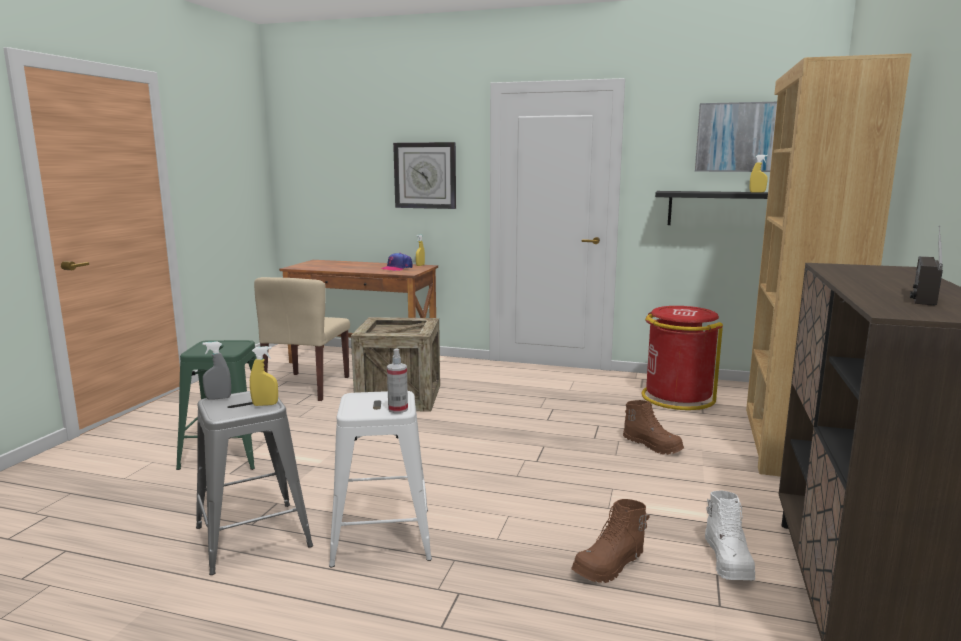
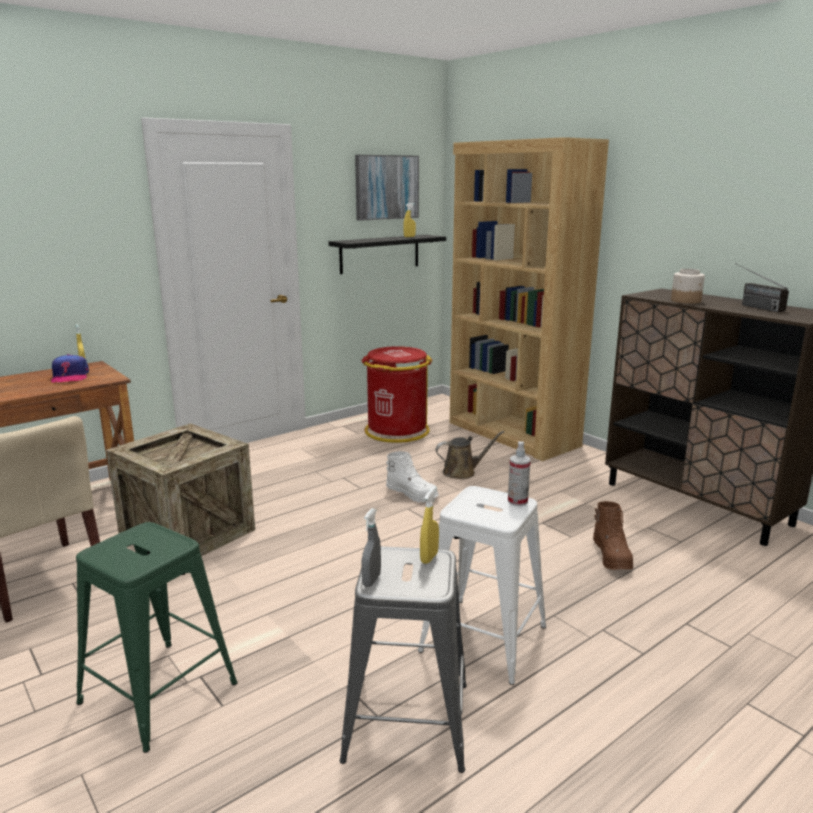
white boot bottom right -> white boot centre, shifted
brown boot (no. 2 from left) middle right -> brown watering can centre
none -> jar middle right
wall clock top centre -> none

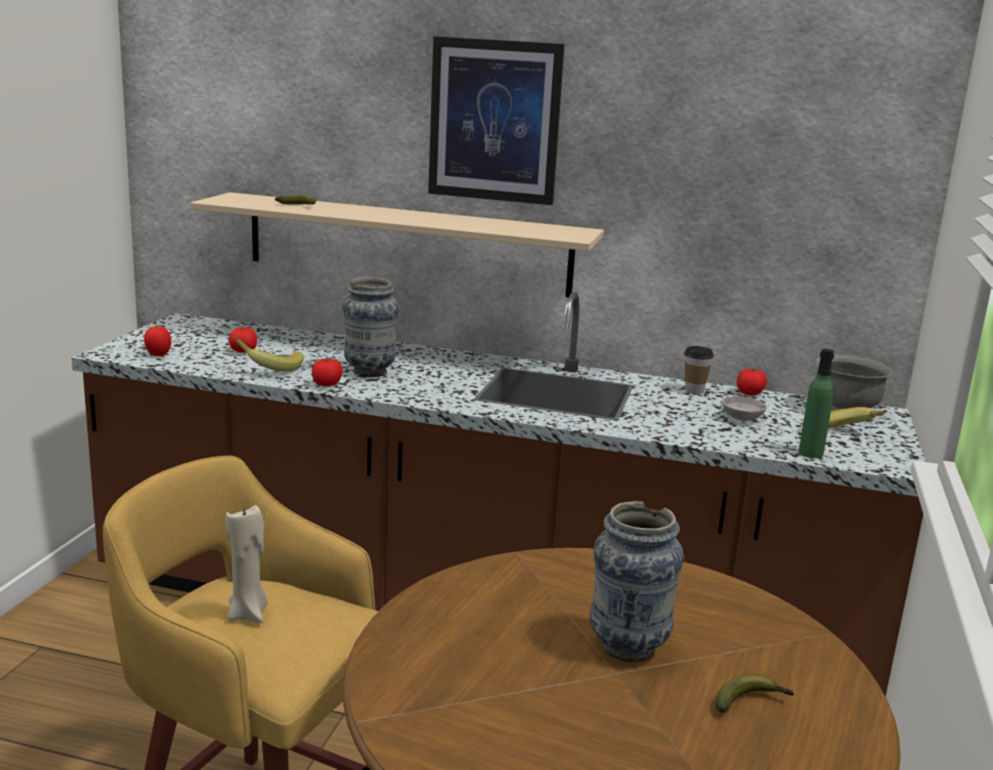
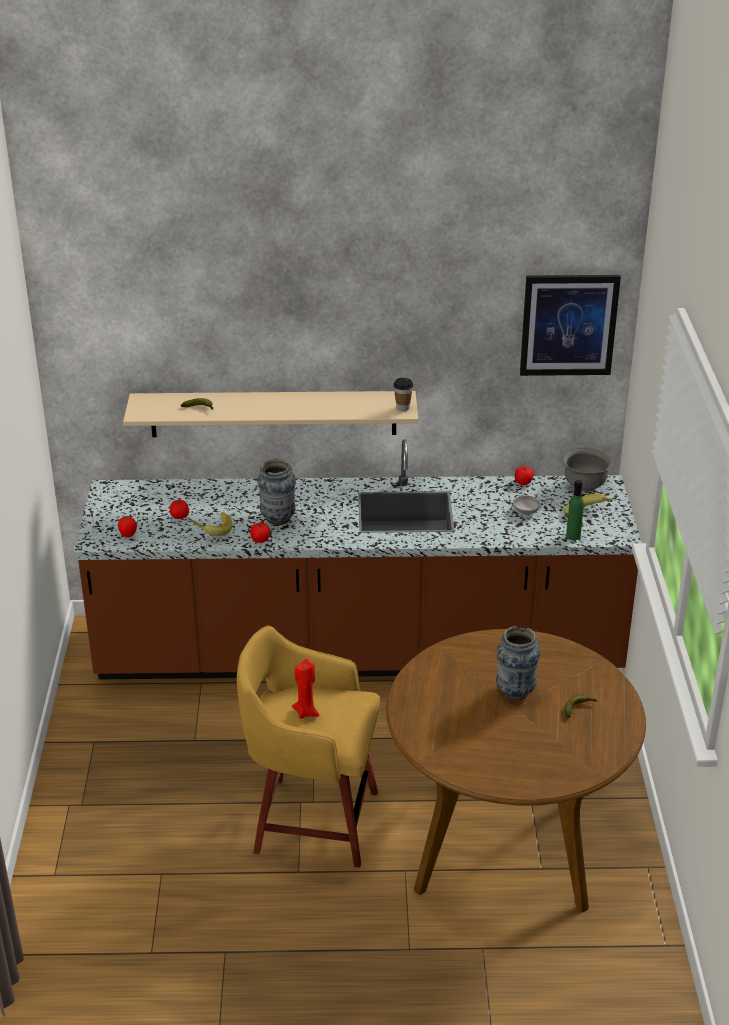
beige candle bottom left -> red candle bottom centre
cup middle right -> cup centre, shifted
picture top centre -> picture top right, shifted

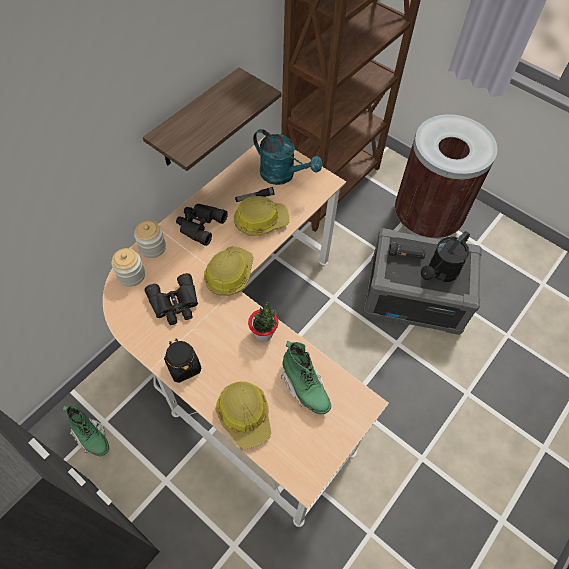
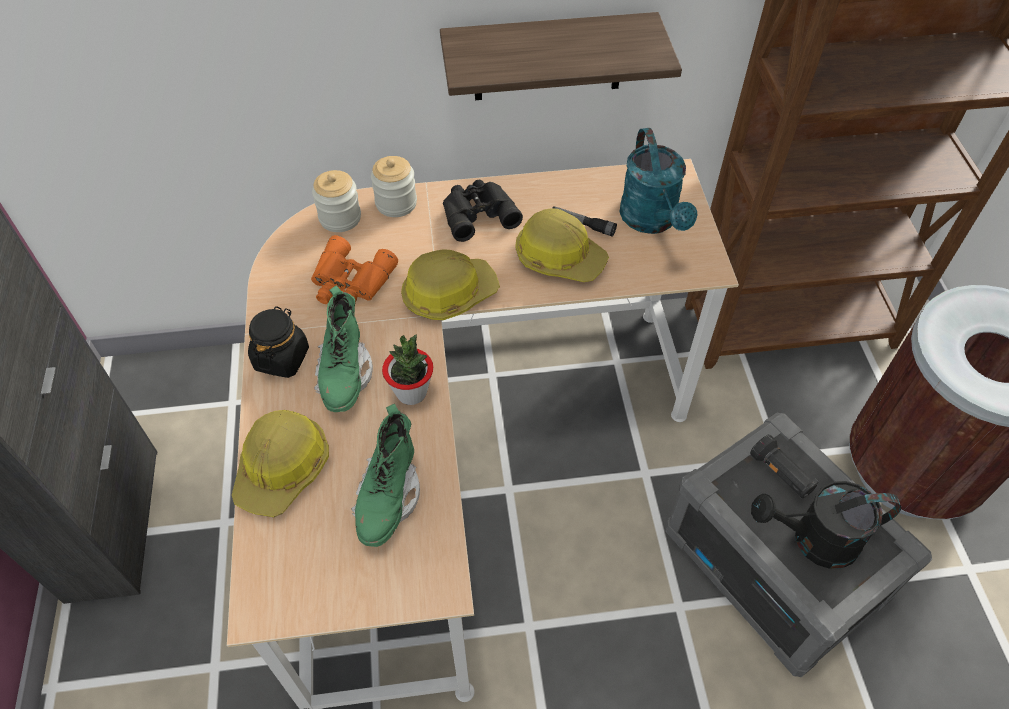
black binoculars (no. 1 from left) middle left -> orange binoculars centre
green boot (no. 1 from left) bottom left -> green boot (no. 1 from left) centre, shifted

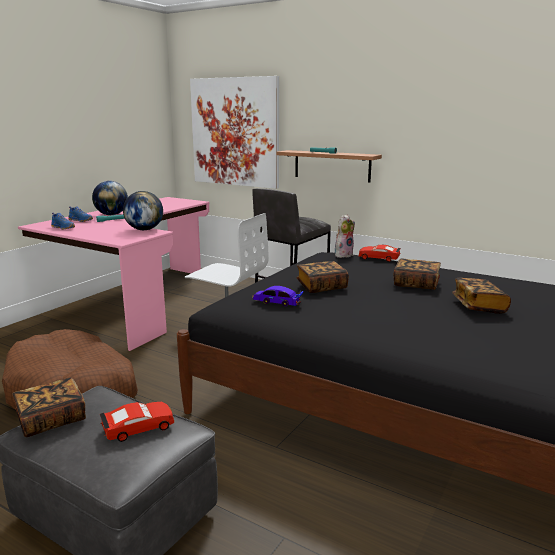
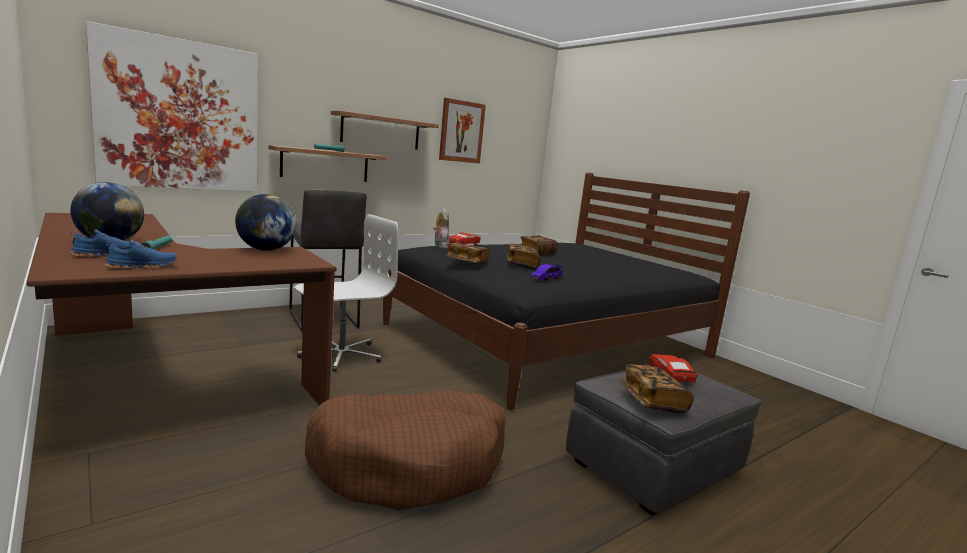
pink desk middle left -> brown desk middle left
none -> shelf (no. 2 from left) top centre
none -> picture (no. 2 from left) top centre
book (no. 4 from left in the first image) middle right -> book (no. 1 from left) centre, shifted

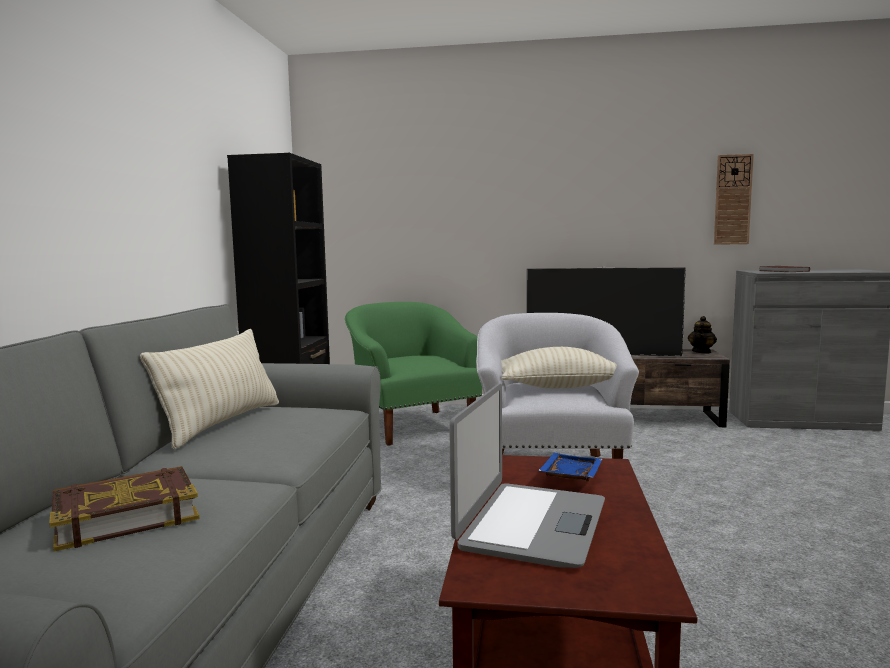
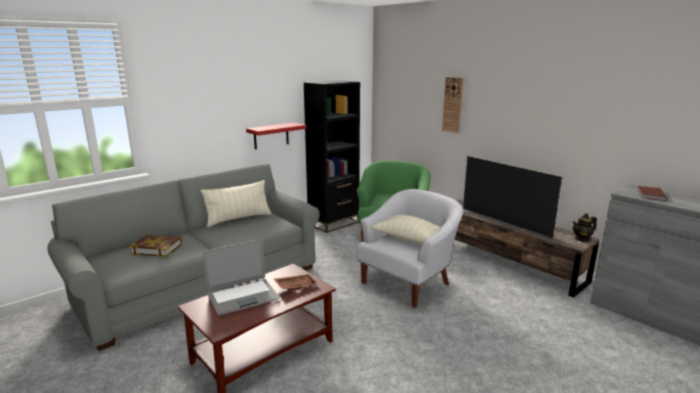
none -> red shelf centre
blue tray bottom centre -> brown tray bottom centre
wall clock top right -> wall clock top centre, shifted

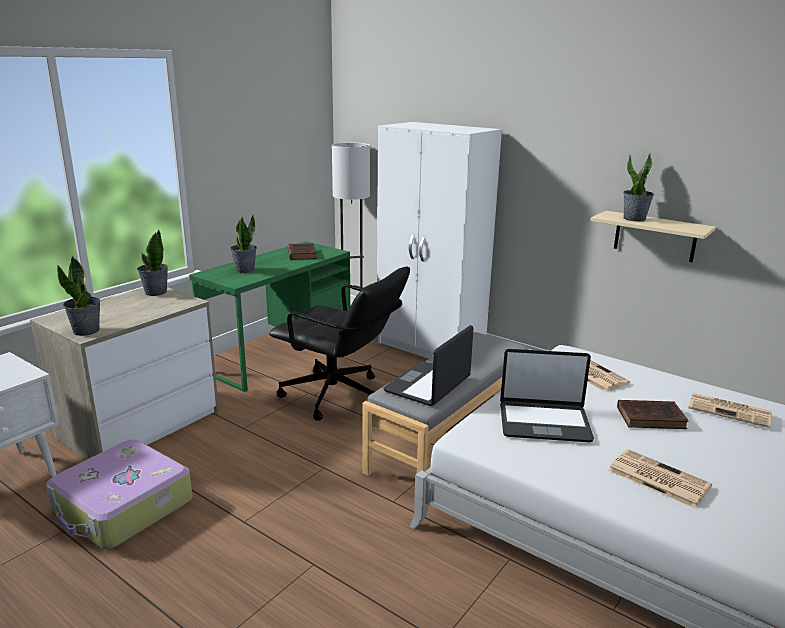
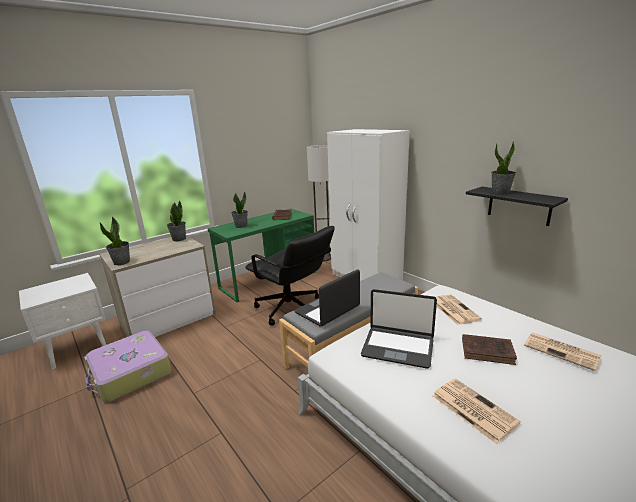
beige shelf middle right -> black shelf middle right

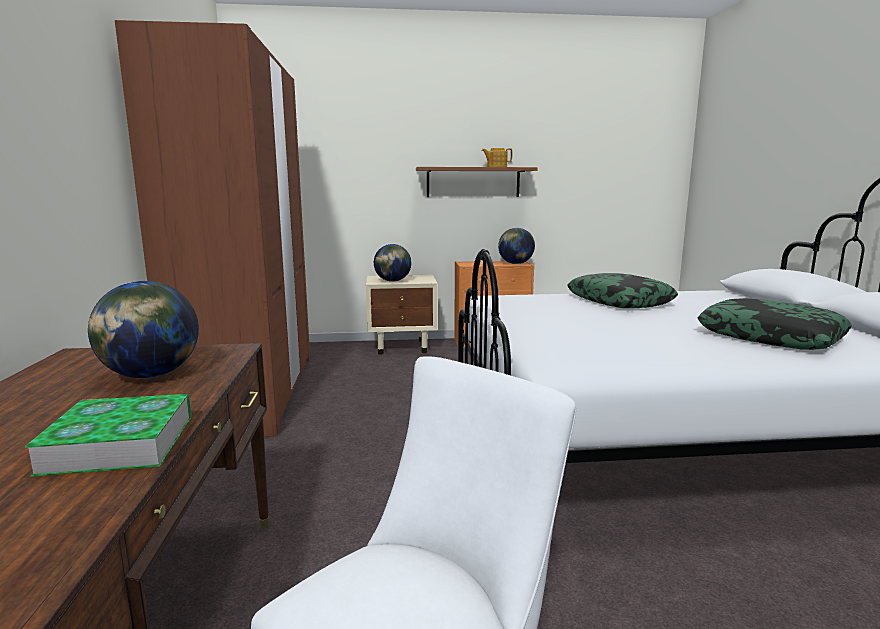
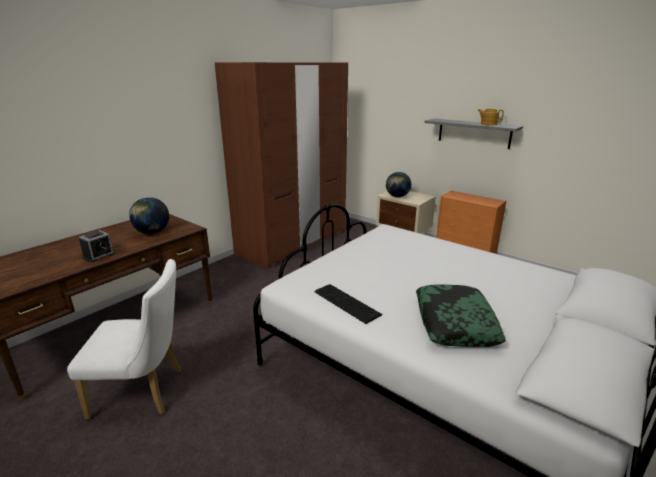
book bottom left -> alarm clock middle left
none -> keyboard centre
brown shelf top centre -> grey shelf top right
globe (no. 3 from left) centre -> none
pillow (no. 1 from left) middle right -> none

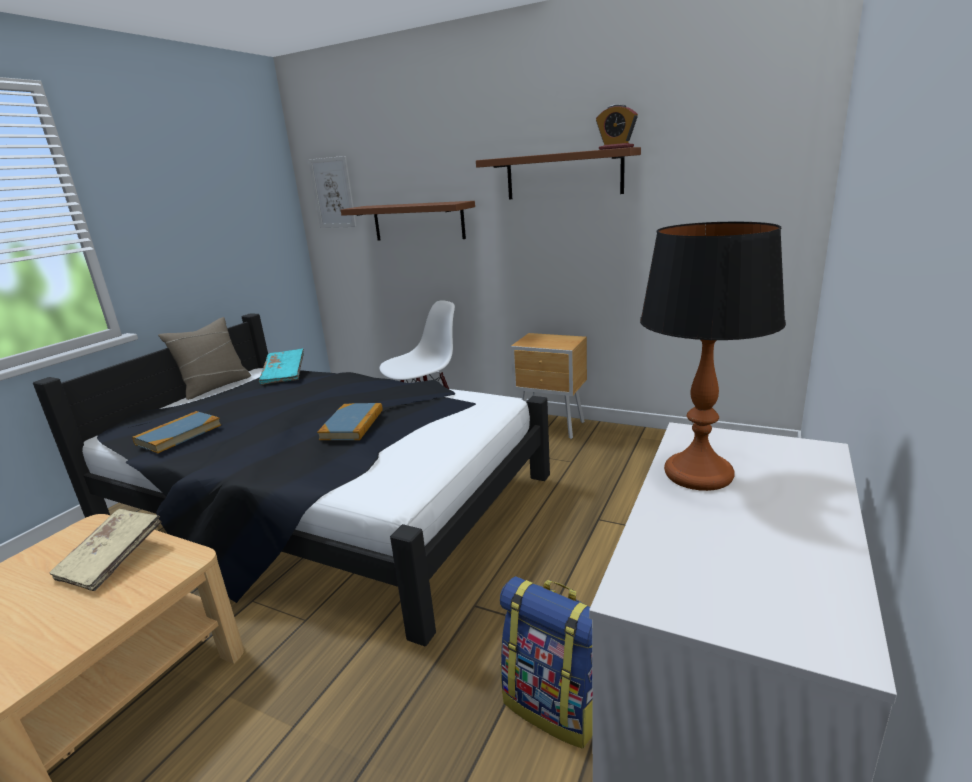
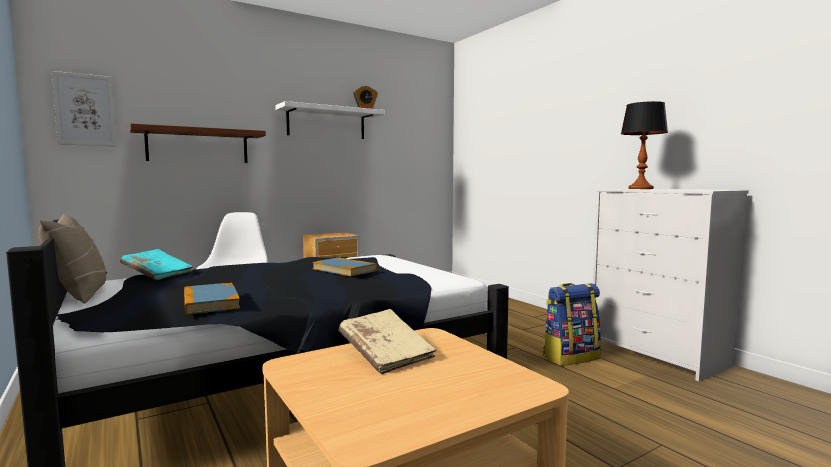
brown shelf (no. 2 from left) top centre -> white shelf top centre

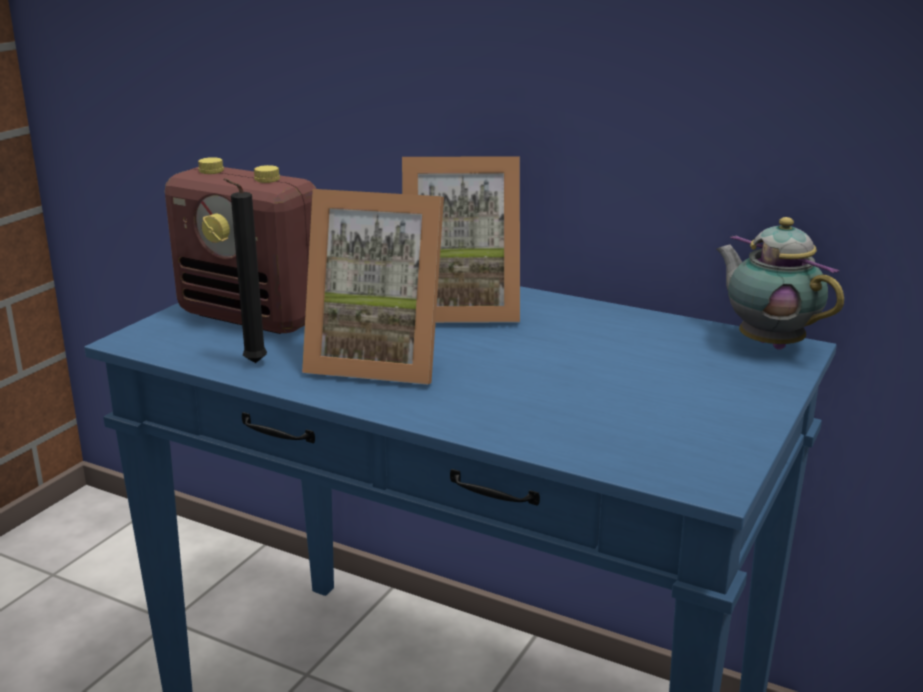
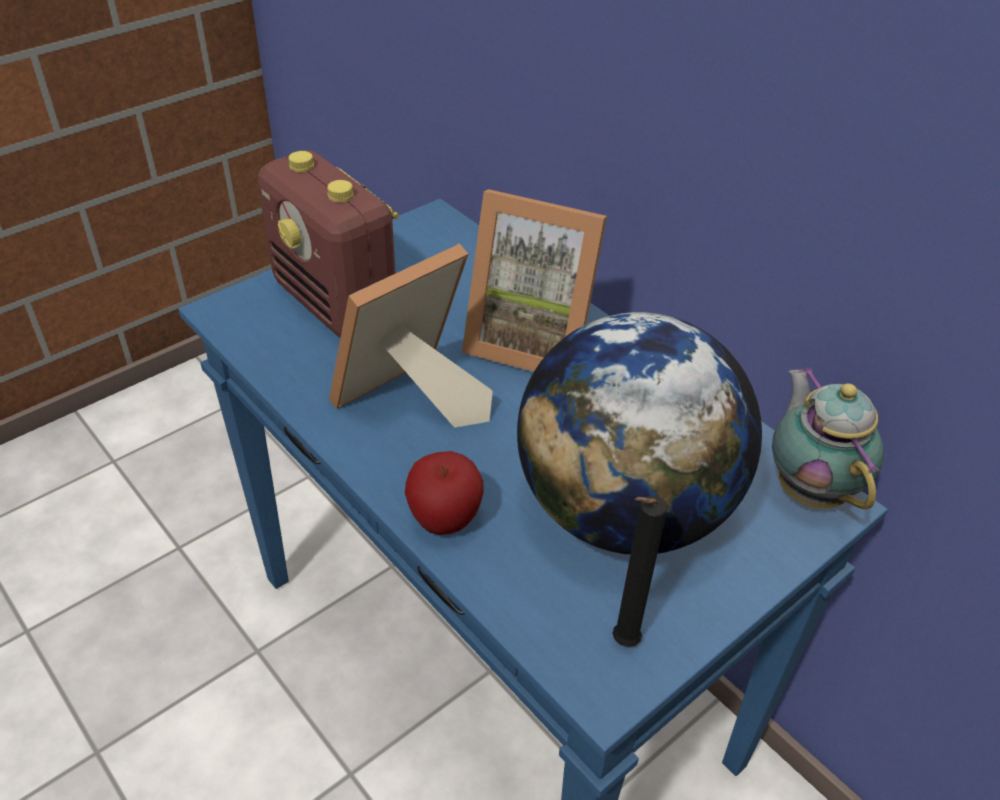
picture frame (no. 1 from left) centre, 105 degrees clockwise
none -> apple centre
none -> globe centre
black candle middle left -> black candle bottom centre, shifted

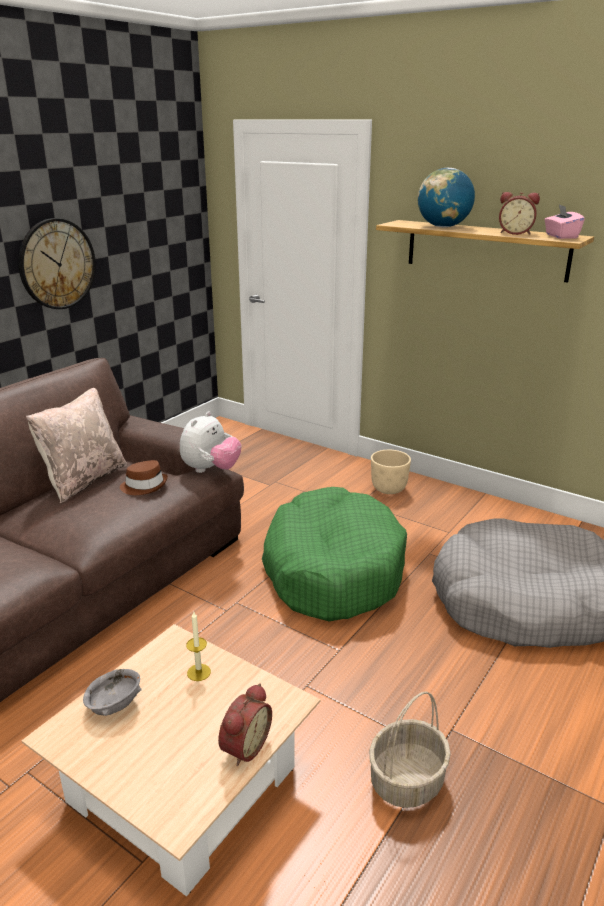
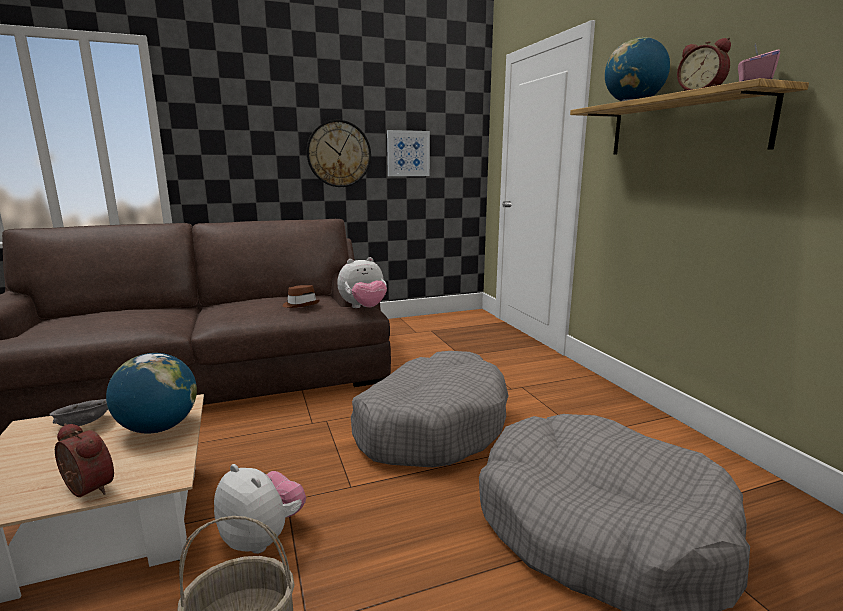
alarm clock (no. 1 from left) bottom centre -> alarm clock (no. 1 from left) bottom left, 120 degrees counterclockwise
candle bottom left -> globe (no. 1 from left) middle left
none -> plush toy (no. 1 from left) bottom left
green dog bed centre -> grey dog bed (no. 1 from left) bottom centre
none -> picture top centre
beige pillow middle left -> none
beige planter centre -> none

